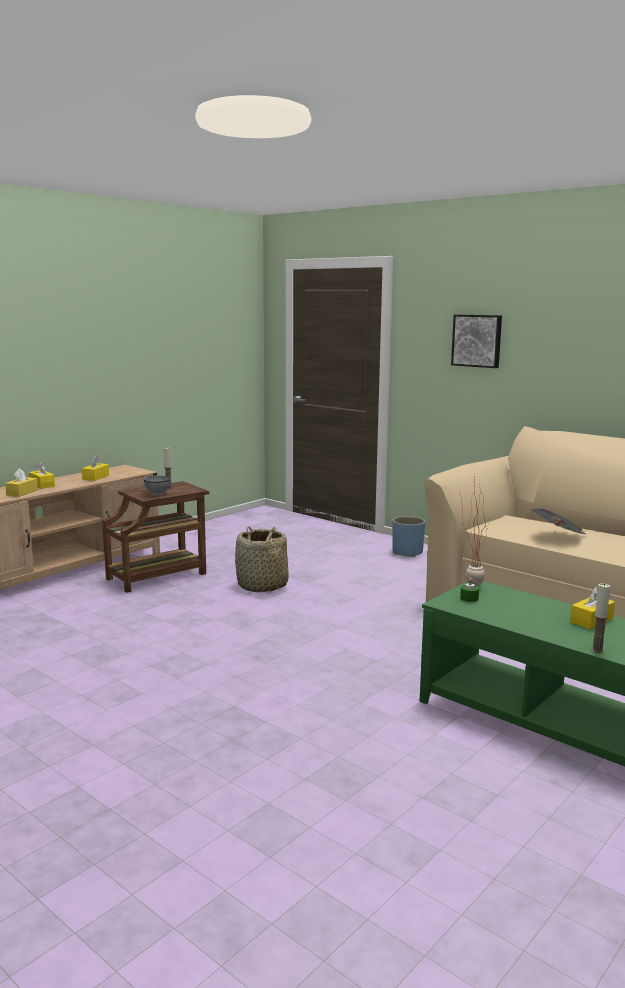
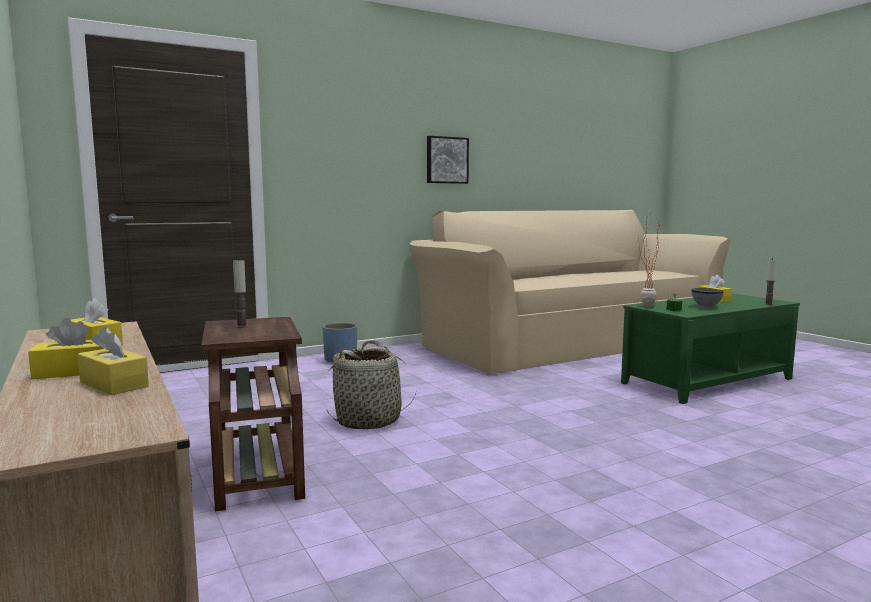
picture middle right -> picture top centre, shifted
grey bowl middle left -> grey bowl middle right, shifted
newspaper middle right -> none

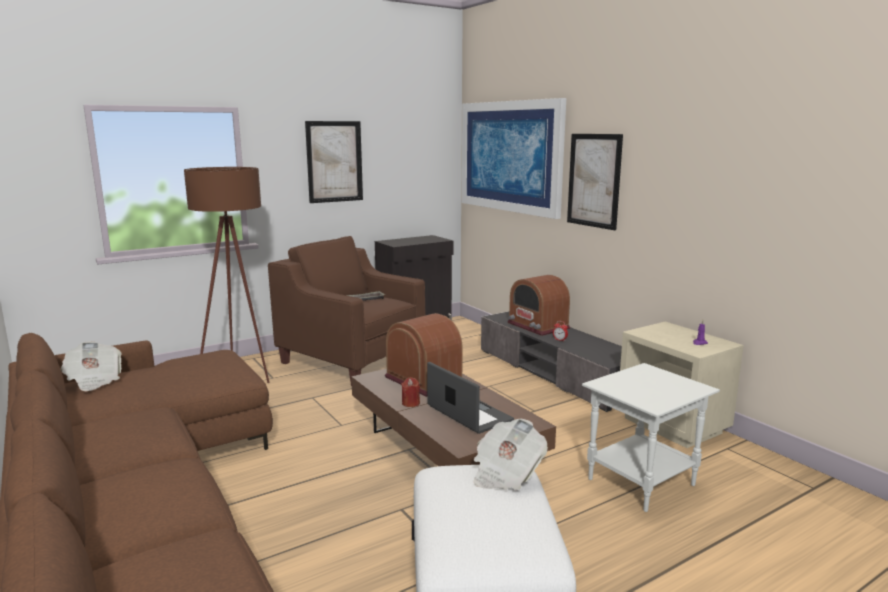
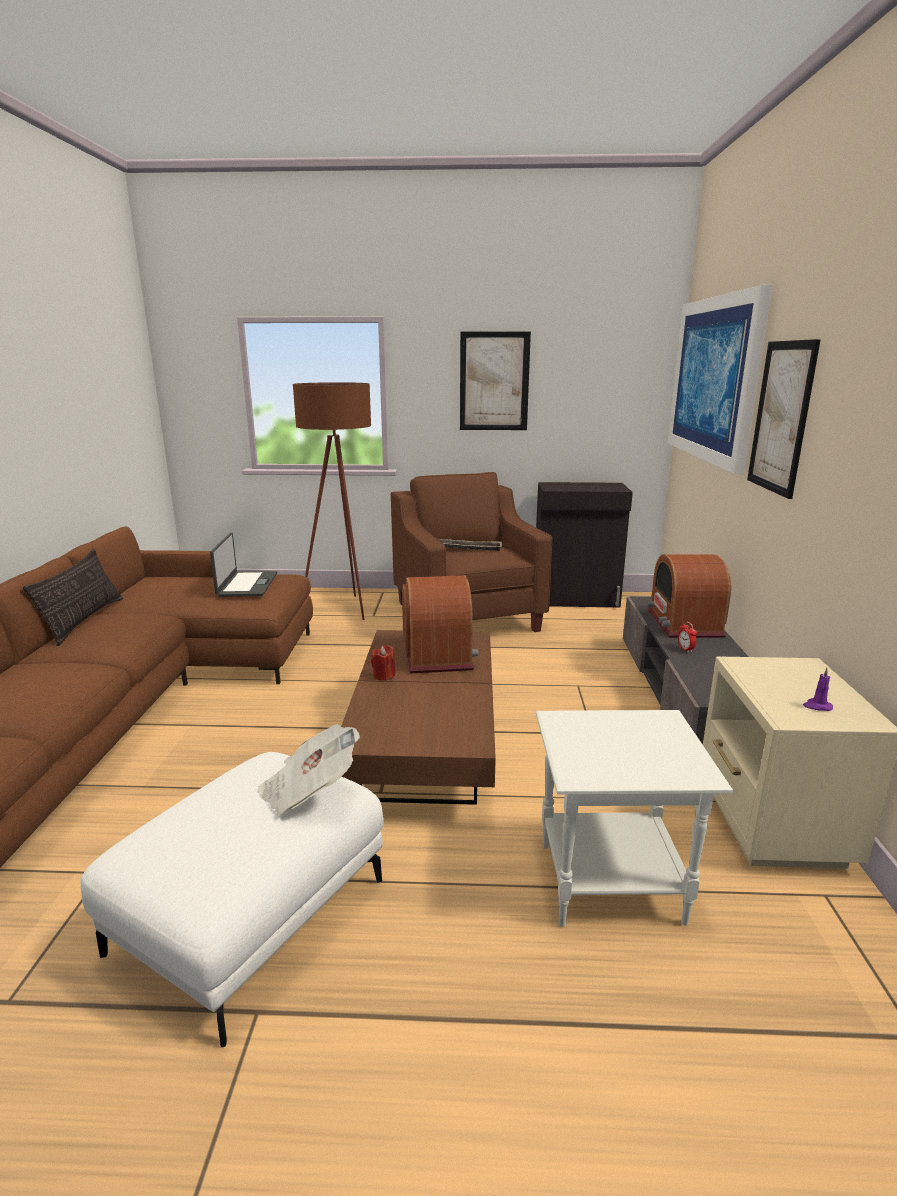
none -> pillow middle left
laptop bottom centre -> laptop middle left, shifted
newspaper (no. 1 from left) middle left -> none

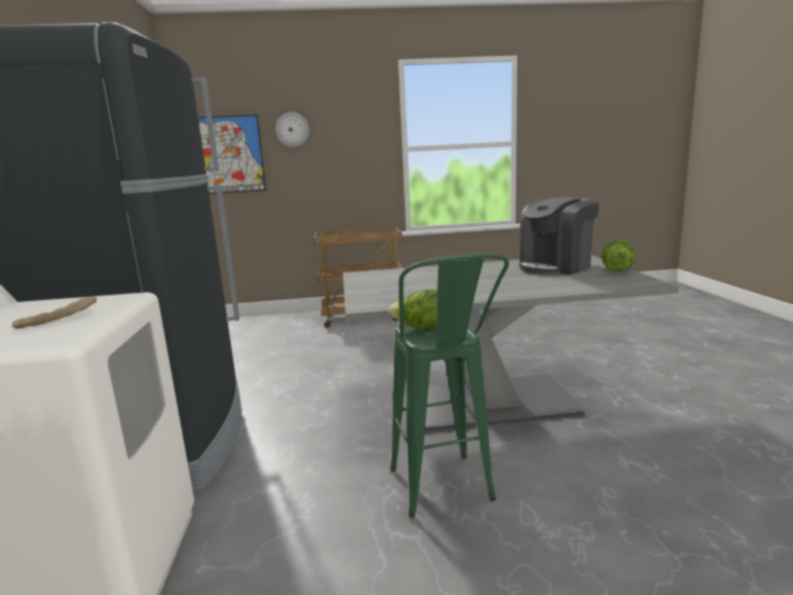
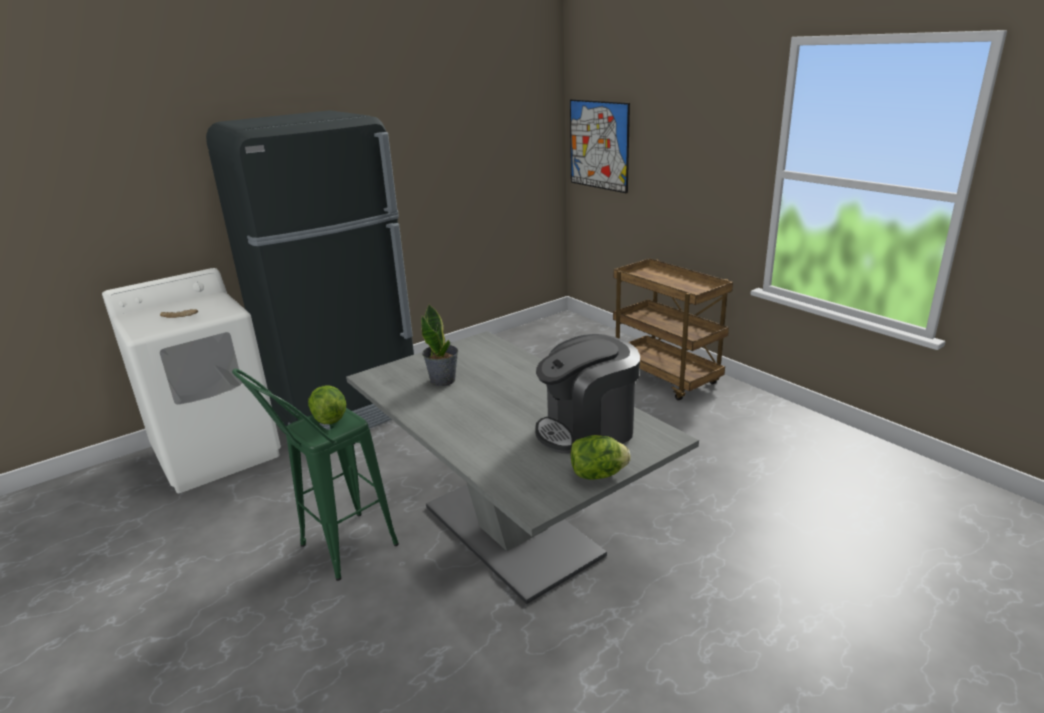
none -> potted plant centre
coffee machine middle right -> coffee machine centre, 45 degrees counterclockwise
wall clock top centre -> none

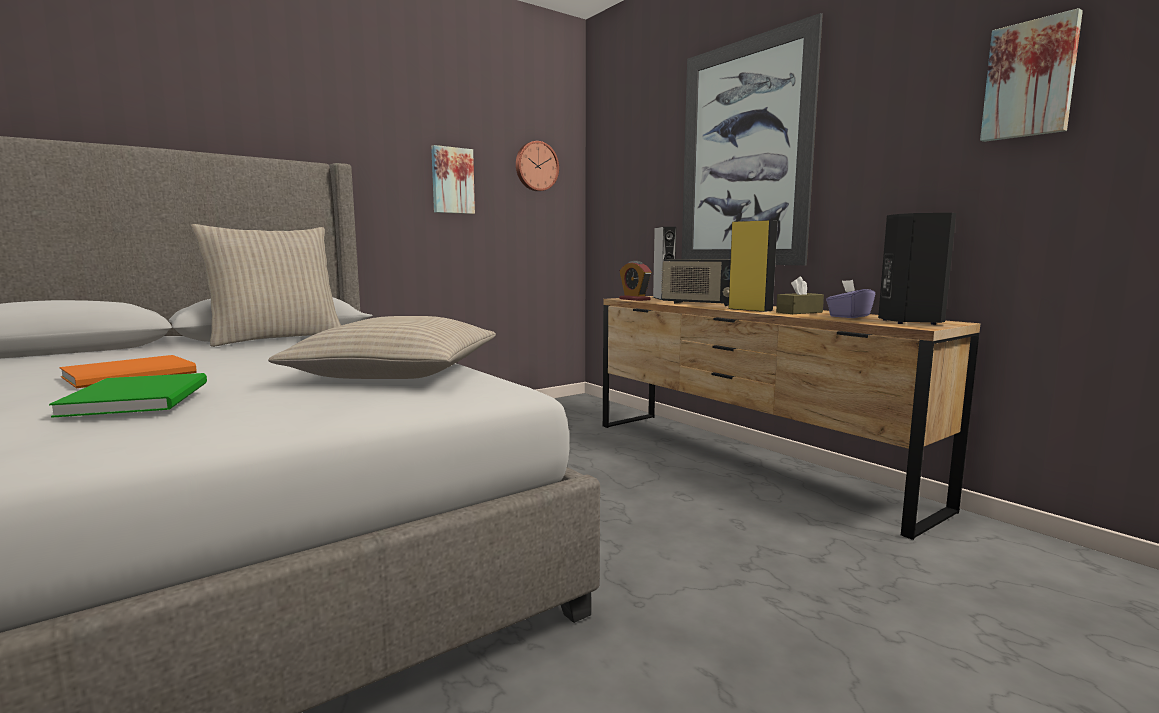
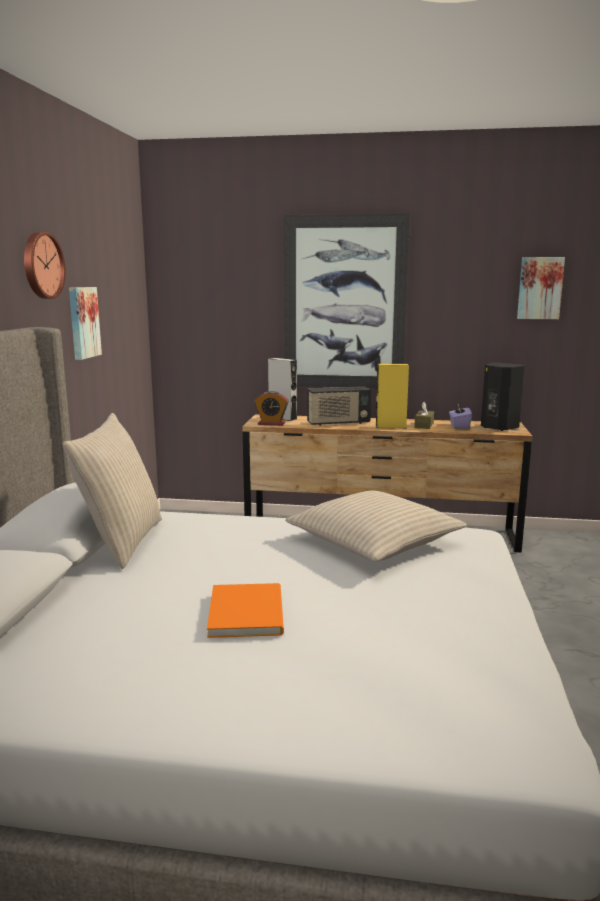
wall clock top centre -> wall clock top left, shifted
green book middle left -> none

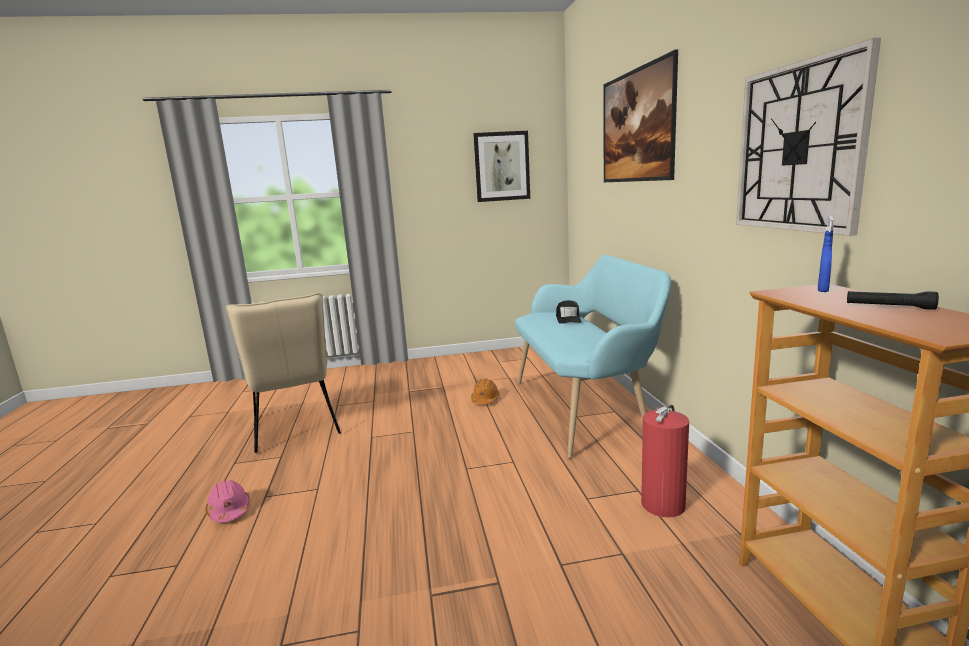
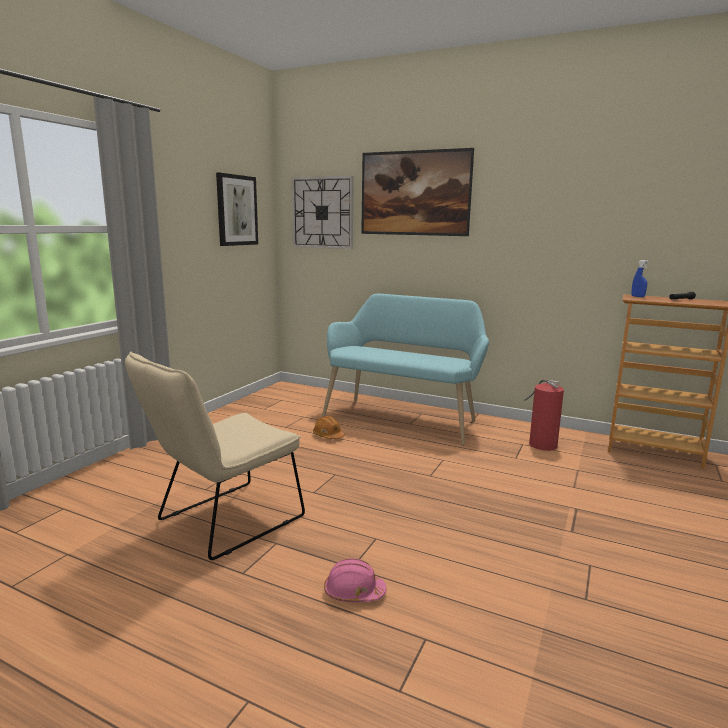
beige chair middle left, 120 degrees clockwise
wall clock top right -> wall clock top centre, shifted
black cap centre -> none

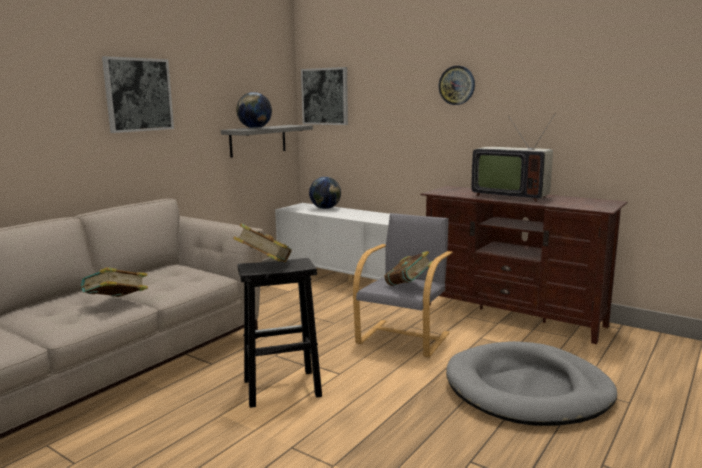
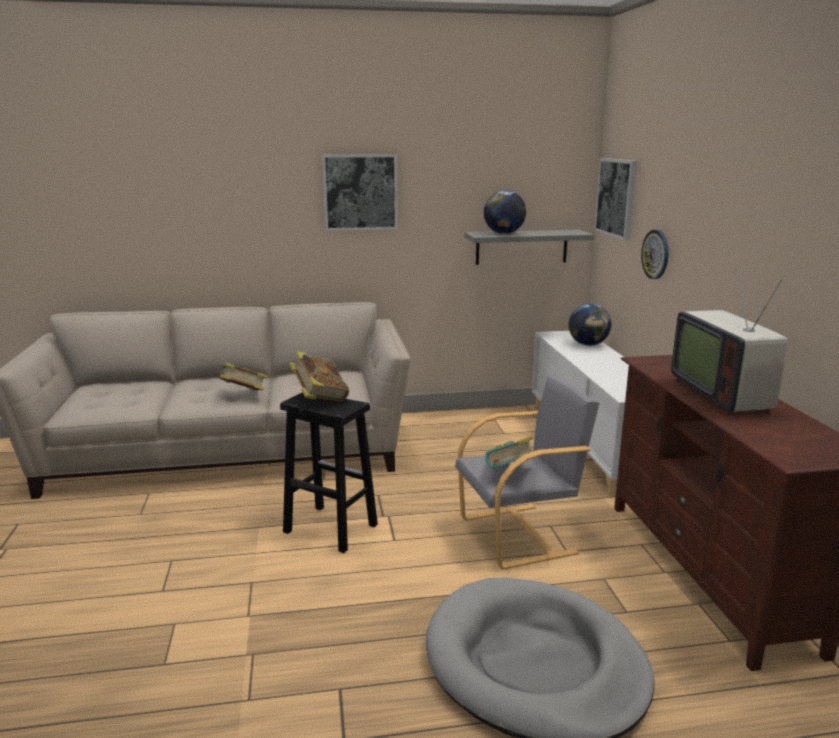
wall clock top centre -> wall clock middle right, shifted

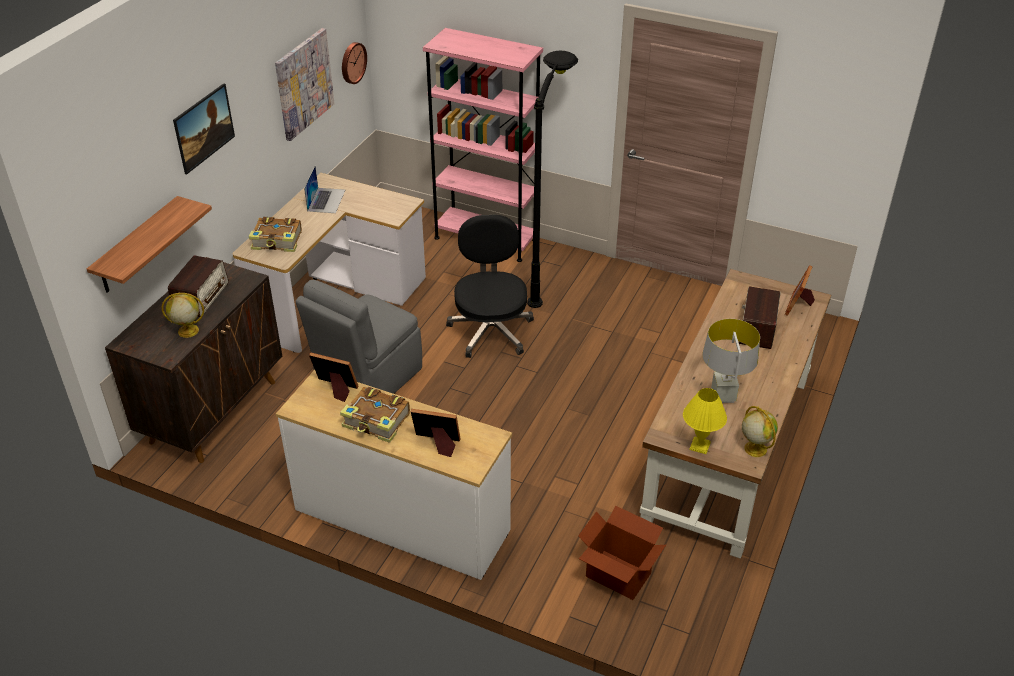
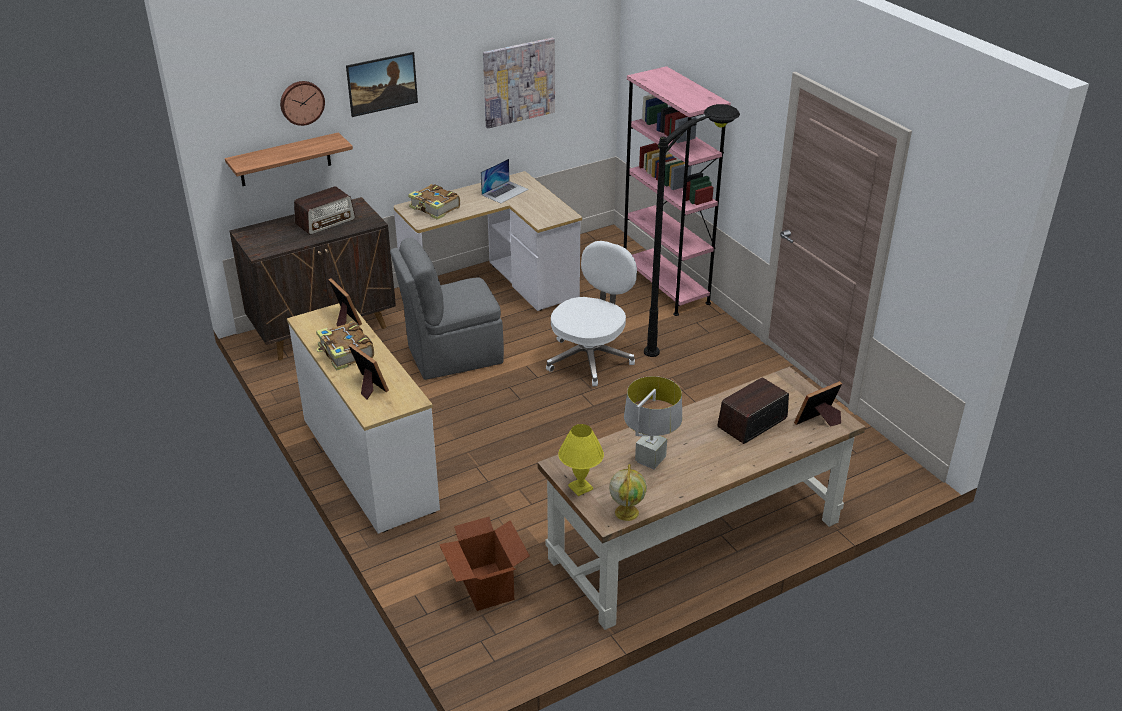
wall clock top centre -> wall clock top left, shifted
black office chair centre -> white office chair centre
globe (no. 1 from left) middle left -> none

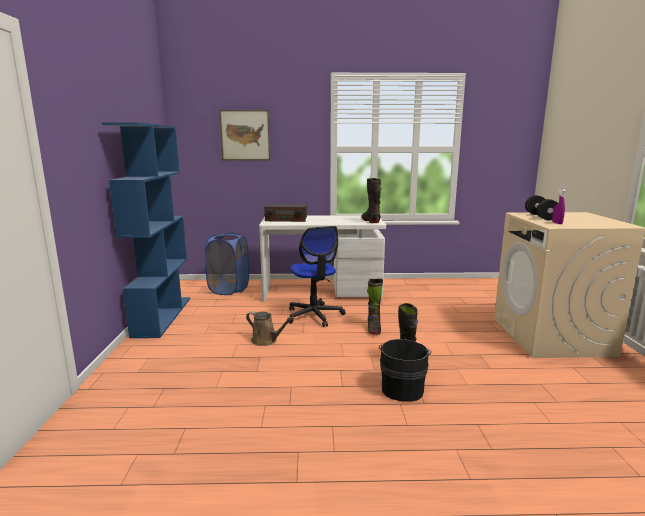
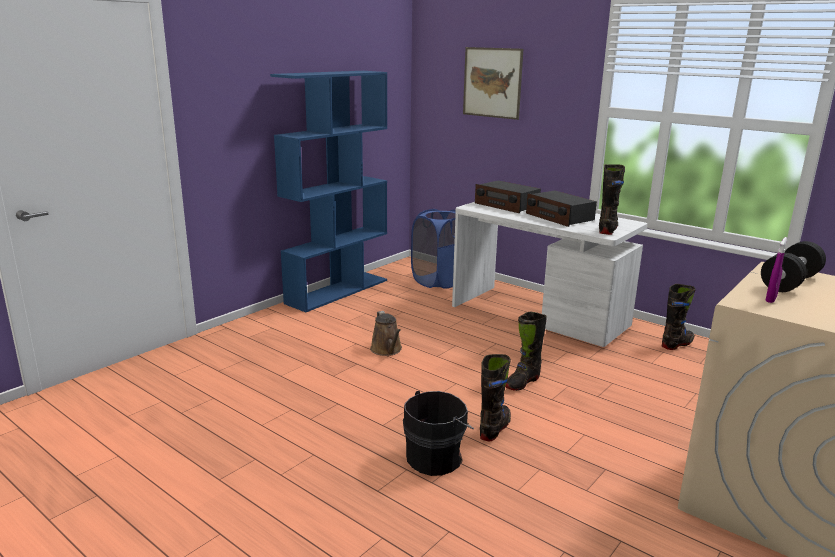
none -> radio (no. 2 from left) middle right
none -> black boot (no. 4 from left) middle right
office chair centre -> none

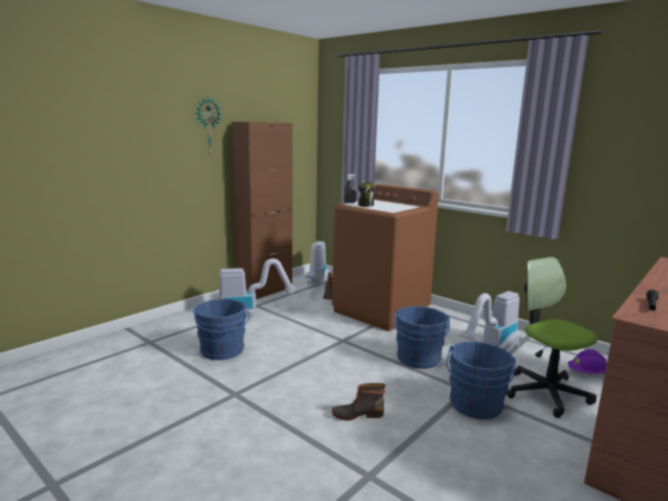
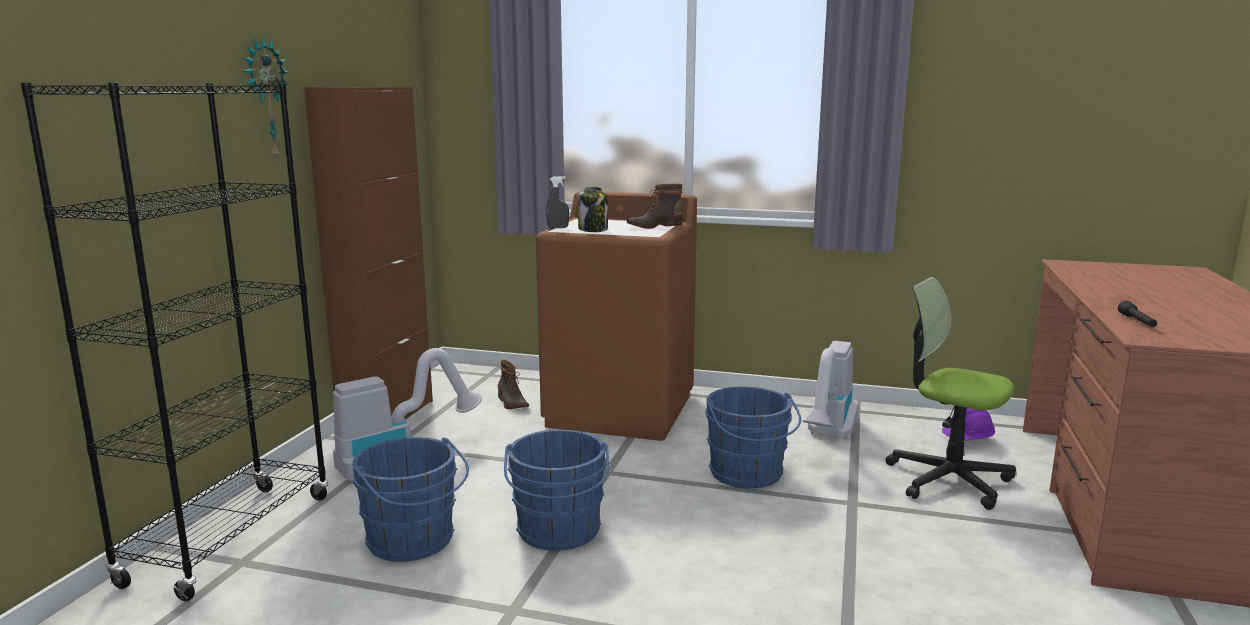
none -> black bookcase middle left
blue bucket (no. 3 from left in the first image) bottom right -> blue bucket (no. 2 from left) bottom centre, shifted
boot (no. 2 from left) bottom centre -> boot (no. 2 from left) top centre, shifted
vacuum cleaner (no. 2 from left) centre -> none

